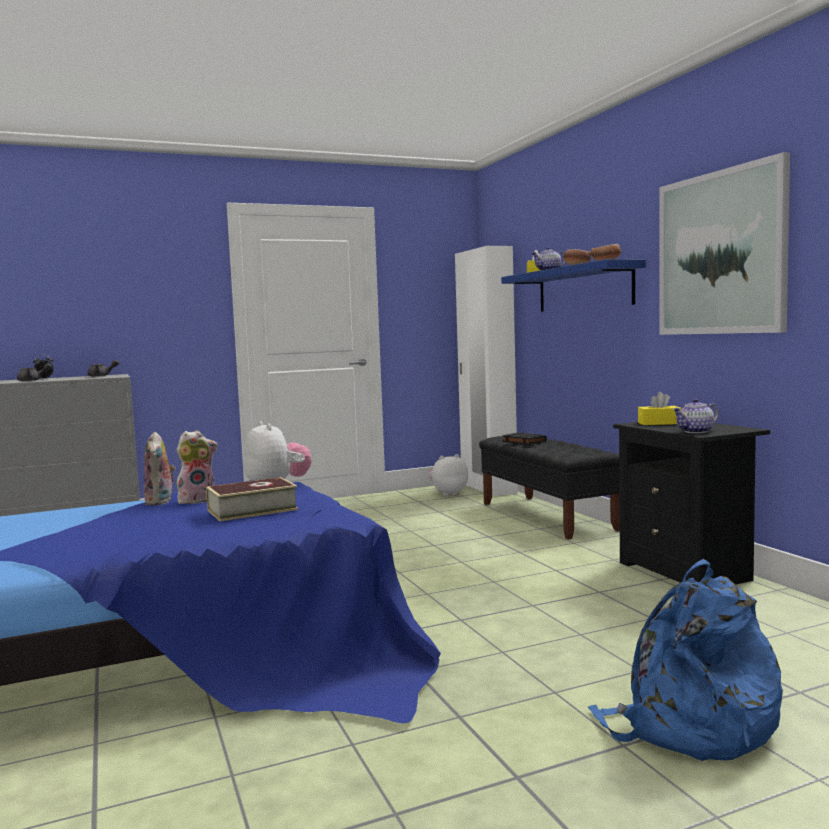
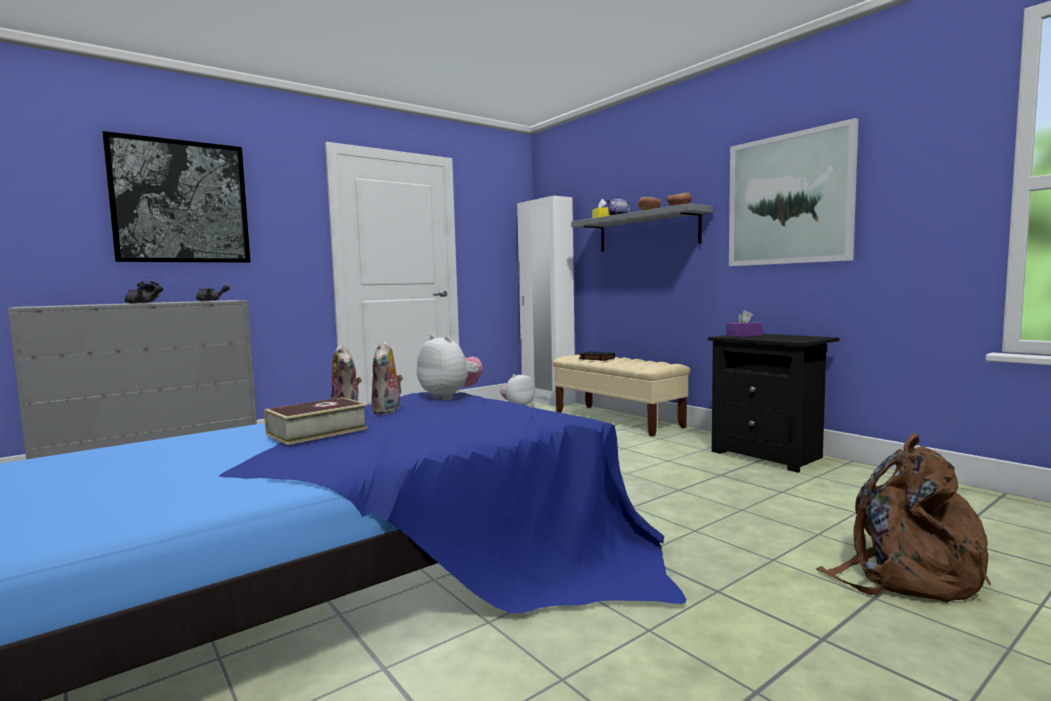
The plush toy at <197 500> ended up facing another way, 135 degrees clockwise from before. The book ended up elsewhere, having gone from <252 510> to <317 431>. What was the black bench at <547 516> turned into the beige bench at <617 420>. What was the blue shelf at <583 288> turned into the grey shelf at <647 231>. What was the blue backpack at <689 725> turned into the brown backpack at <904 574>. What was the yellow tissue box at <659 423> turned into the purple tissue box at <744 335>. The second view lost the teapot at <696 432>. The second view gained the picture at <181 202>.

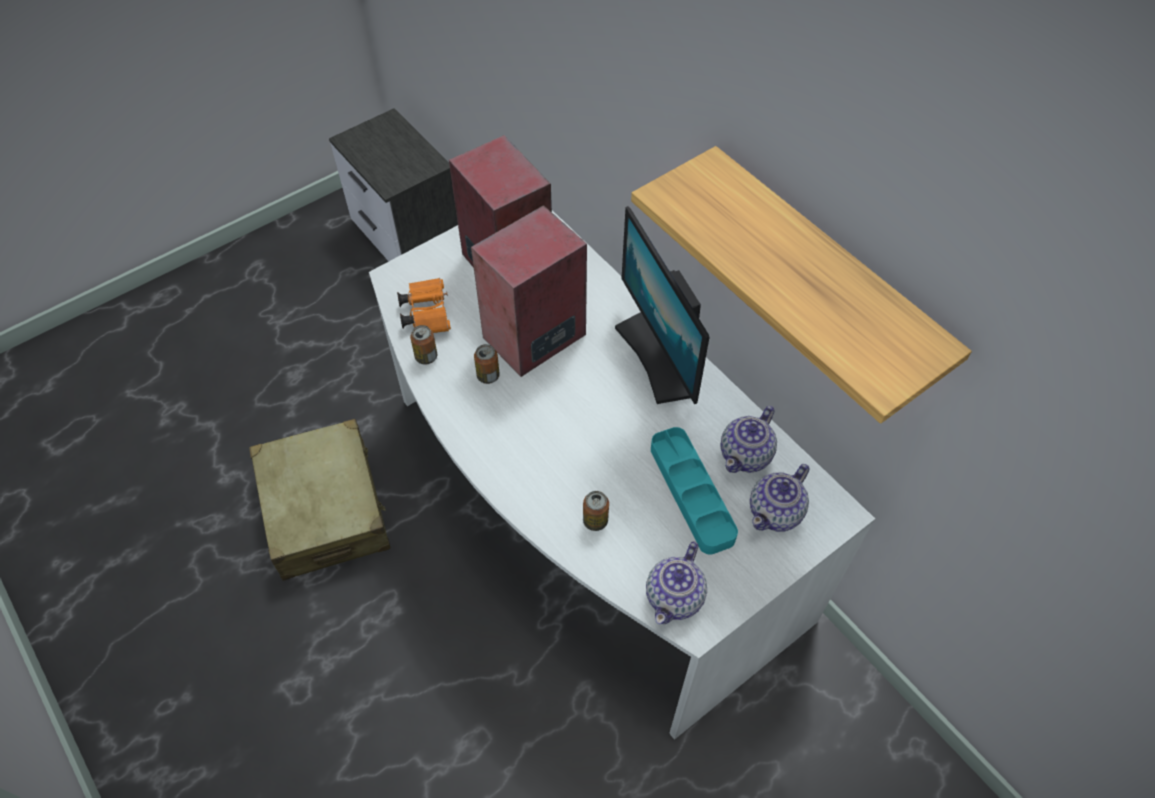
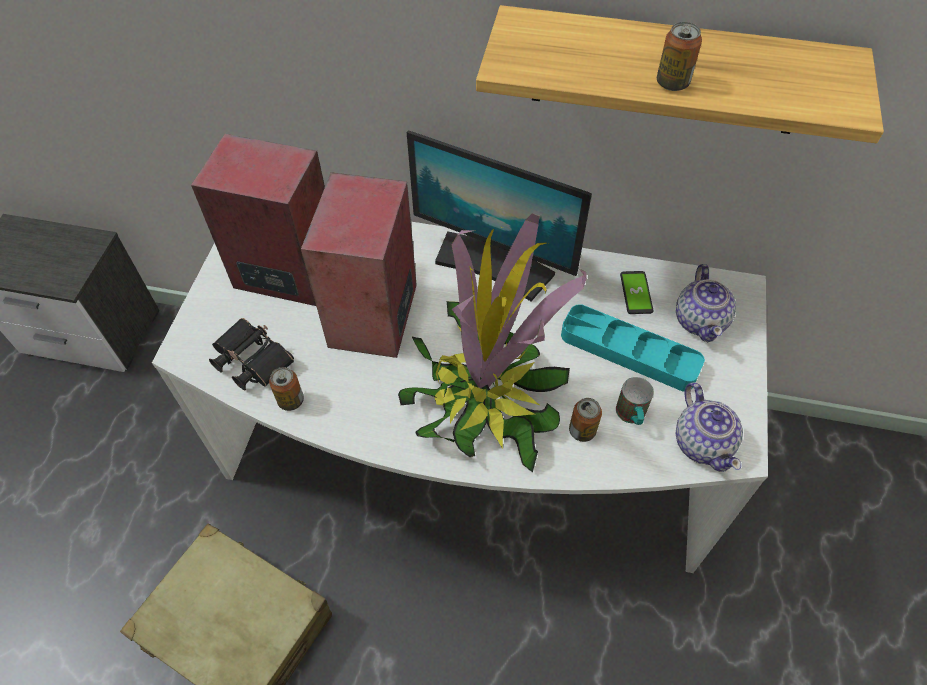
What was the orange binoculars at <426 313> turned into the black binoculars at <251 361>. The can ended up elsewhere, having gone from <488 376> to <672 83>. Where the teapot stood at <746 454>, the phone came to stand at <636 293>. The second view gained the potted plant at <485 397>. The second view gained the mug at <631 416>.

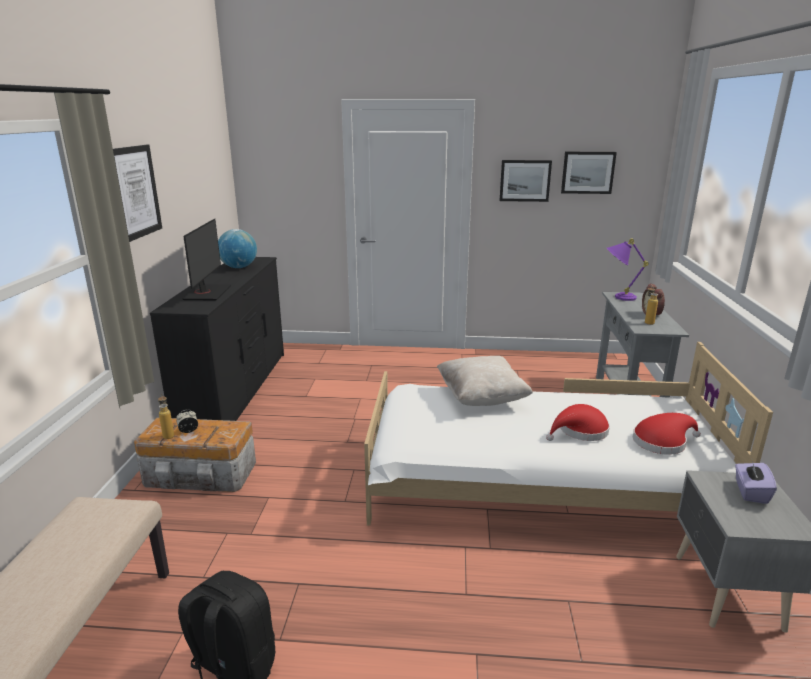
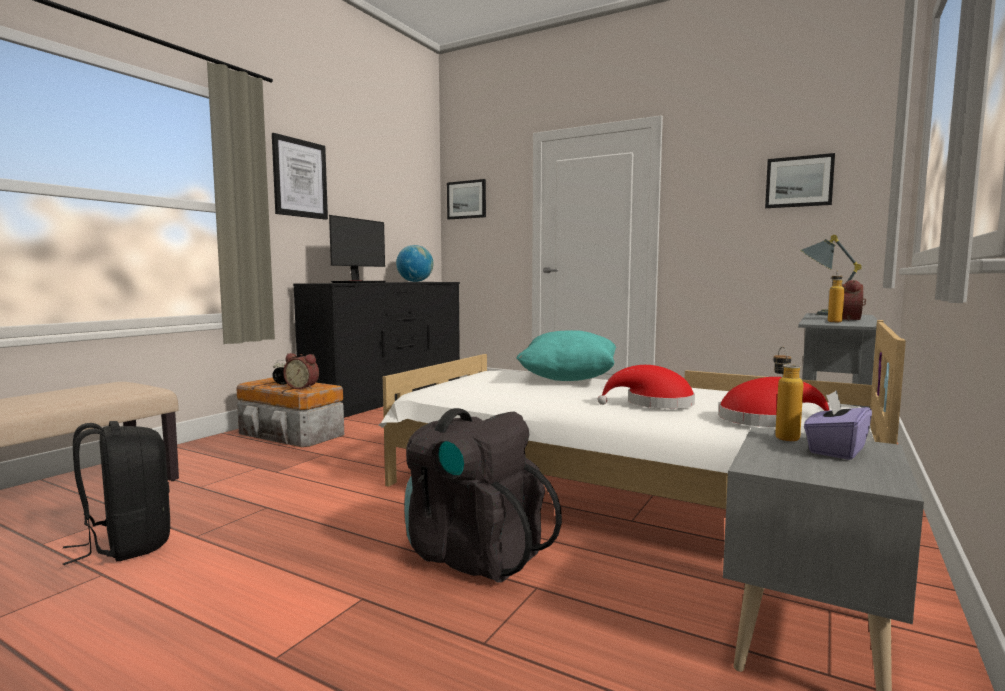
The bottle ended up elsewhere, having gone from <168 434> to <782 436>. What was the beige pillow at <481 398> turned into the turquoise pillow at <568 379>. The picture ended up elsewhere, having gone from <525 180> to <466 199>. What was the purple table lamp at <617 297> turned into the grey table lamp at <820 314>. The second view gained the alarm clock at <303 387>. The second view gained the black backpack at <473 554>.

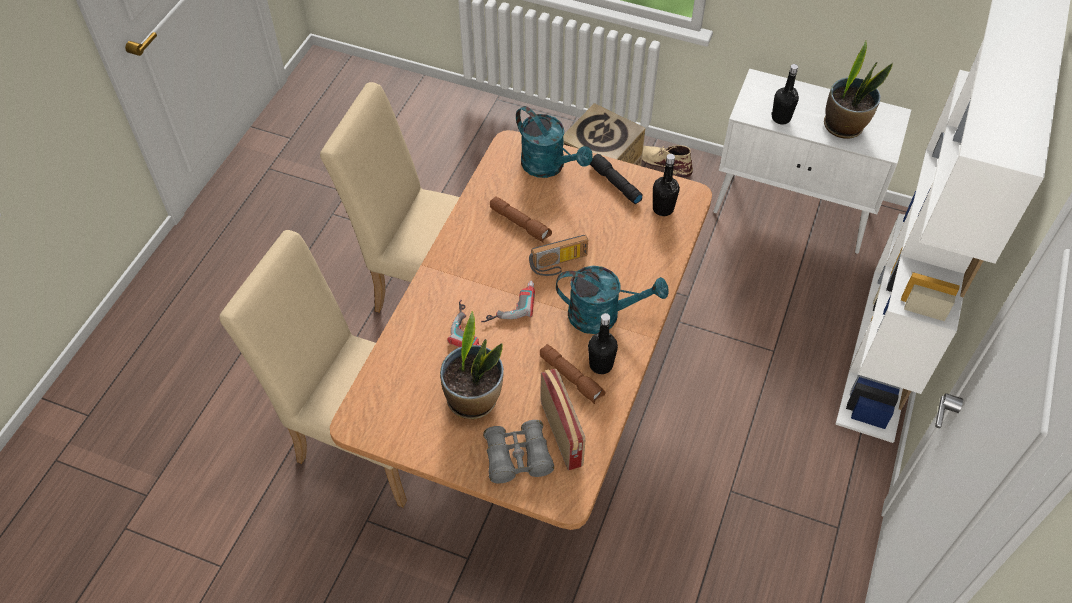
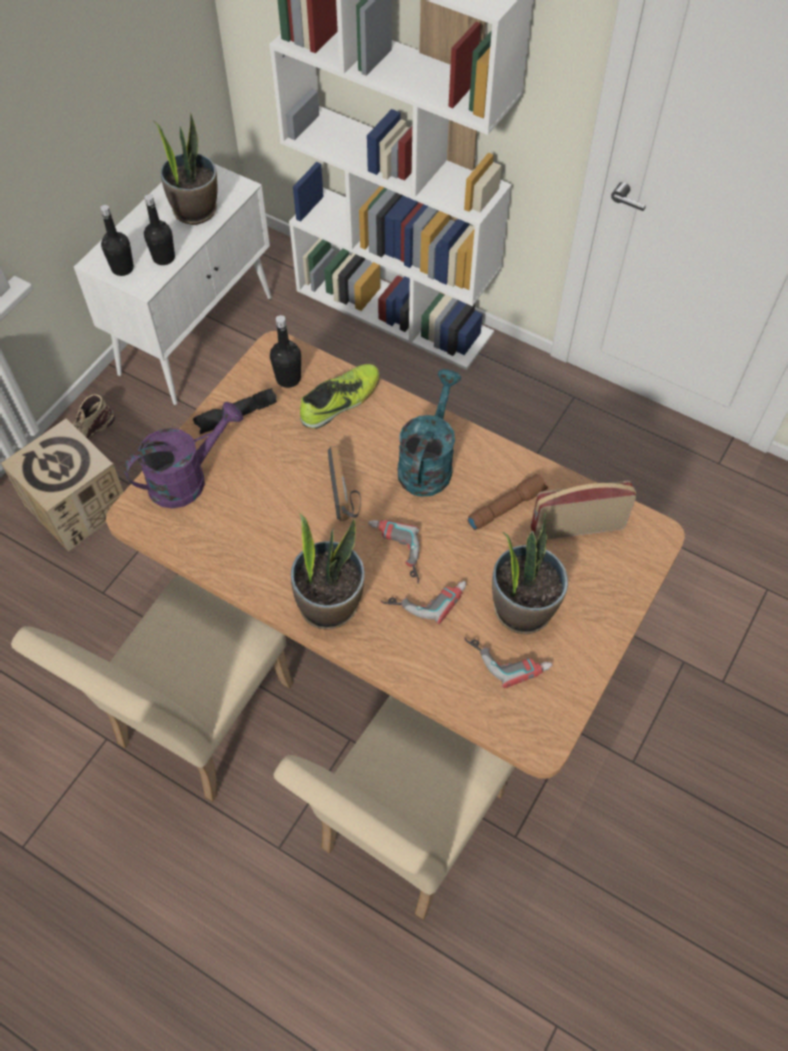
The second view lost the grey binoculars at <517 457>. The second view lost the brown flashlight at <520 223>. What was the turquoise watering can at <549 166> turned into the purple watering can at <187 478>. The black bottle ended up elsewhere, having gone from <601 365> to <122 268>. The second view gained the potted plant at <329 603>. The second view gained the shoe at <341 401>. The second view gained the power drill at <508 655>.

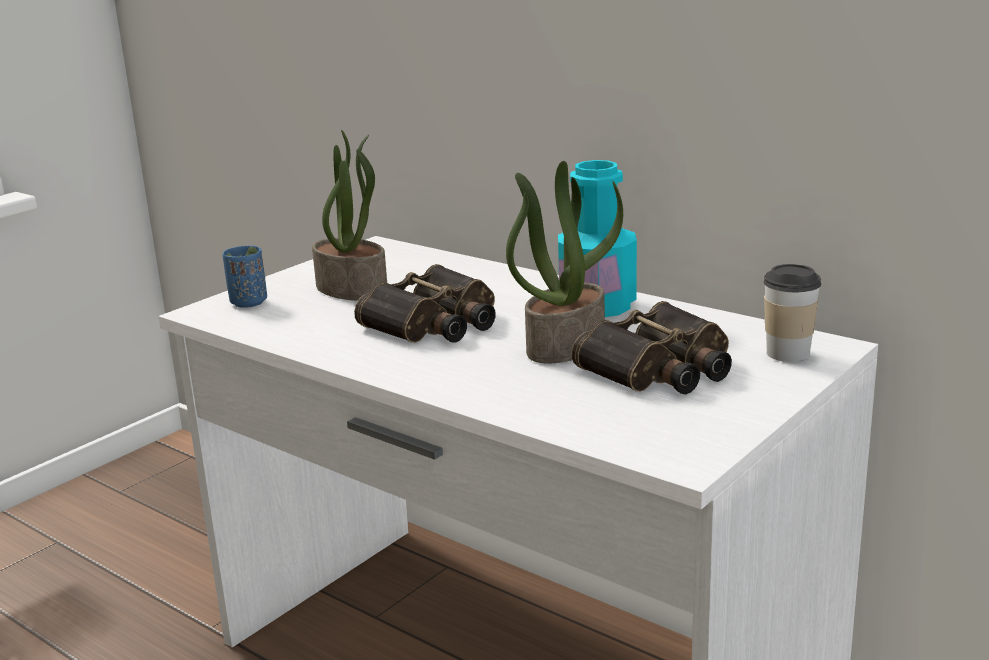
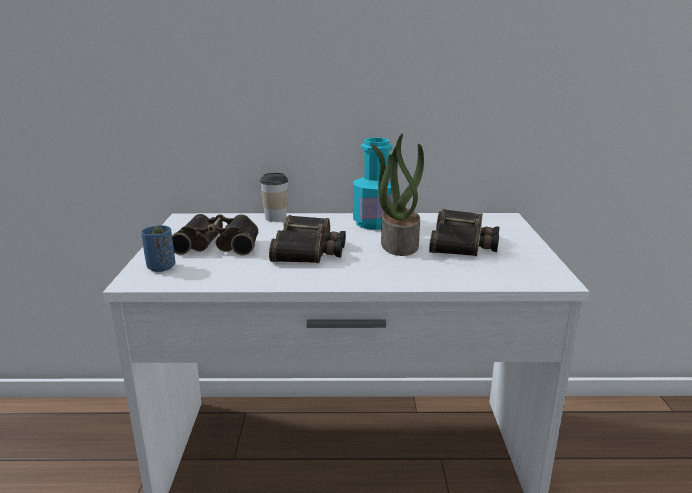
Where the potted plant stood at <353 289>, the binoculars came to stand at <219 244>. The cup ended up elsewhere, having gone from <788 353> to <275 218>.

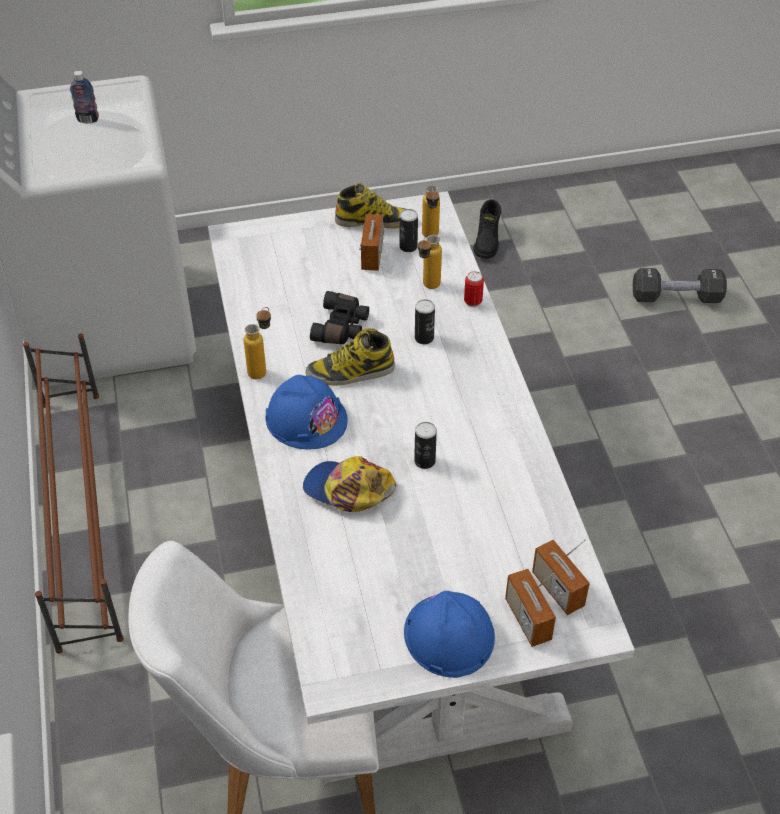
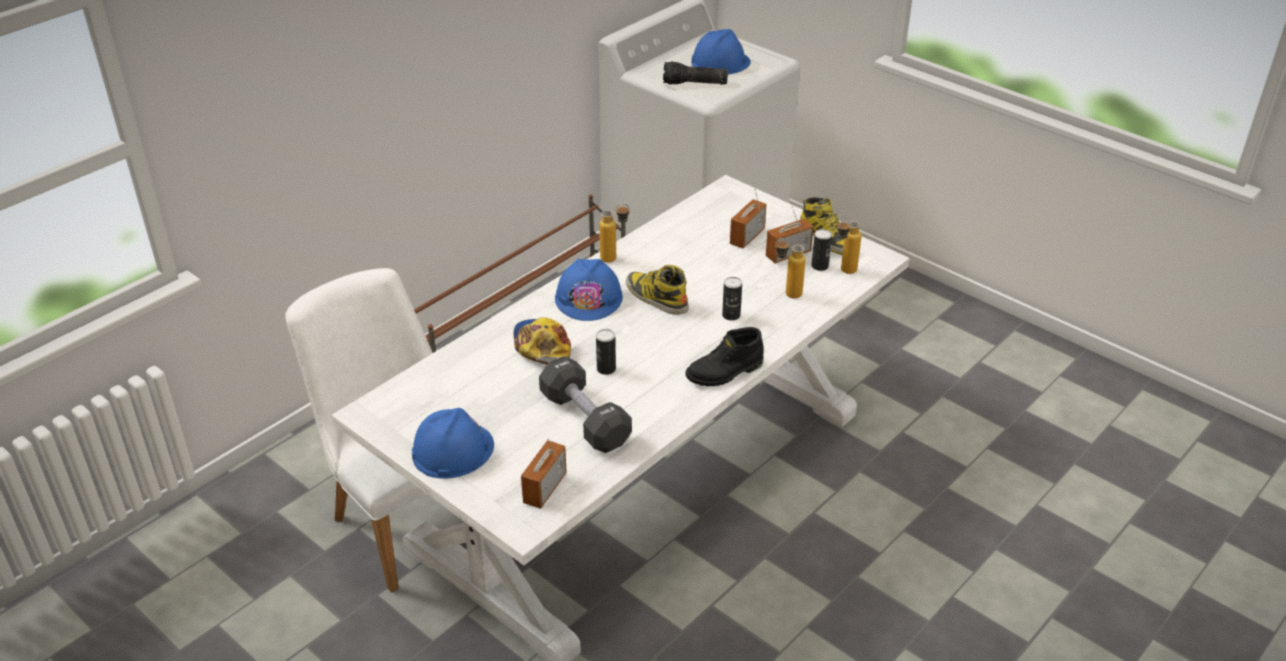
Where the bottle stood at <88 119>, the blue hard hat came to stand at <720 62>. The second view lost the black binoculars at <342 327>. The second view lost the can at <473 302>. The black boot ended up elsewhere, having gone from <487 241> to <725 373>. The radio ended up elsewhere, having gone from <527 619> to <747 237>. The black dumbbell ended up elsewhere, having gone from <676 297> to <585 419>. The second view gained the flashlight at <694 84>.

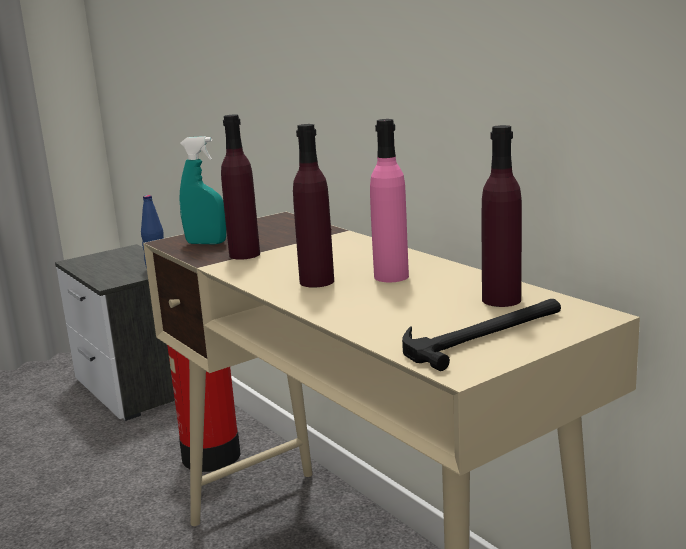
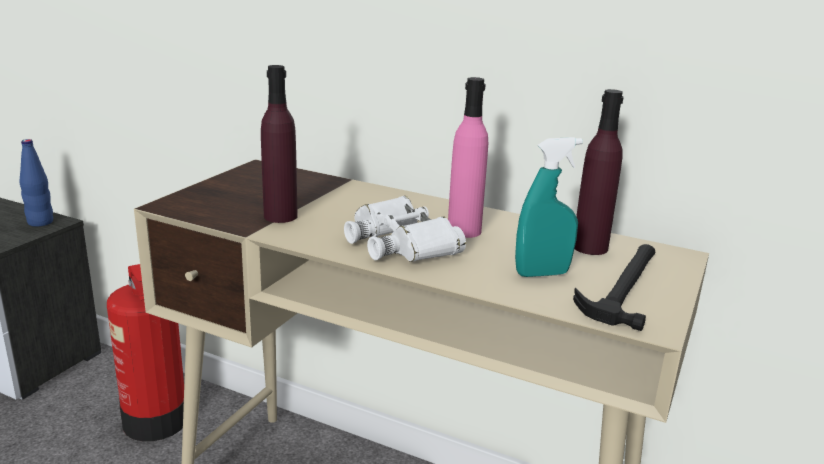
The turquoise spray bottle ended up elsewhere, having gone from <206 243> to <542 273>. Where the purple bottle stood at <317 281>, the white binoculars came to stand at <400 243>.

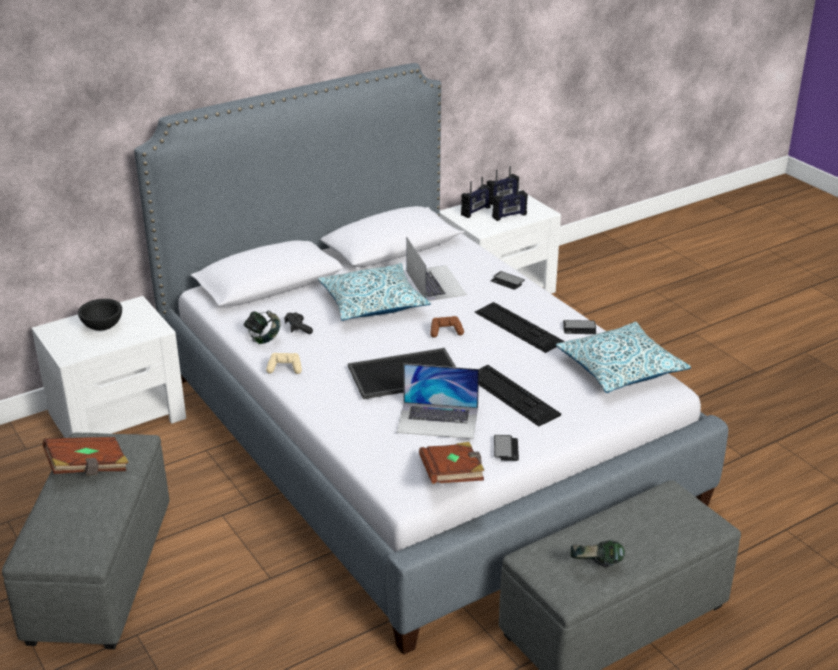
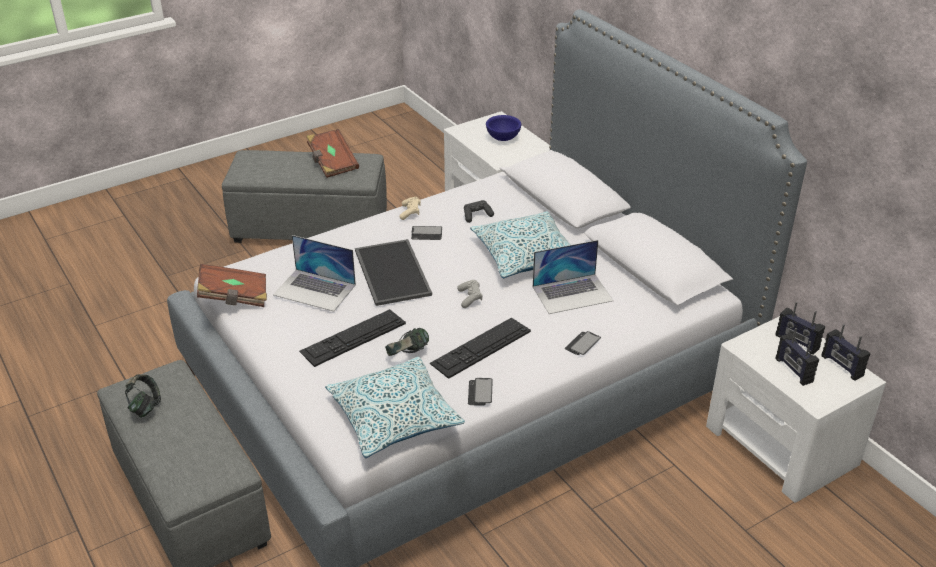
What was the black bowl at <103 326> turned into the blue bowl at <503 138>. The headphones ended up elsewhere, having gone from <263 338> to <408 355>. The laptop at <438 420> ended up facing another way, 75 degrees counterclockwise from before. What was the brown game controller at <446 332> turned into the grey game controller at <470 298>. The phone ended up elsewhere, having gone from <506 449> to <426 234>.

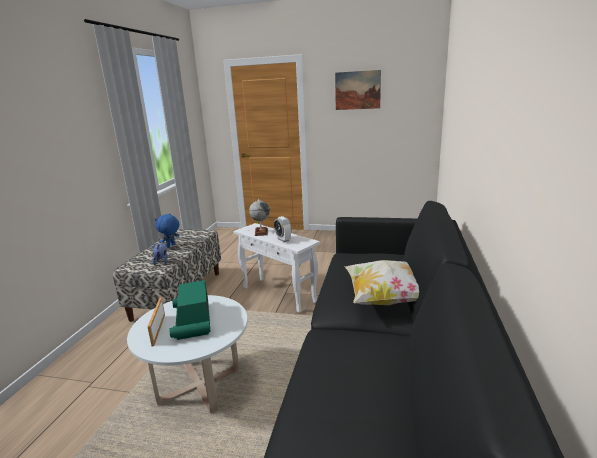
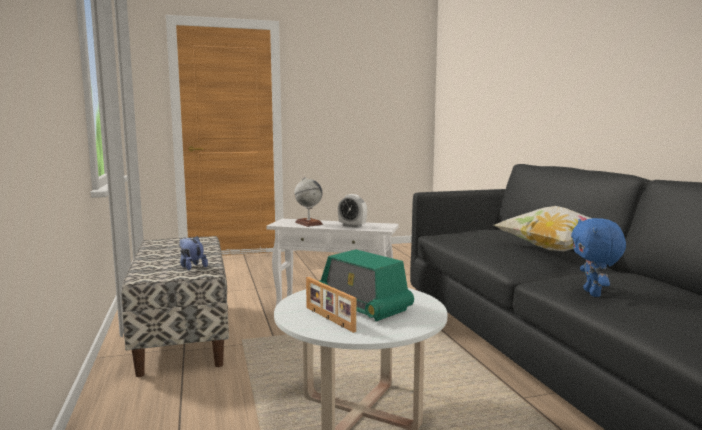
The blue plush toy ended up elsewhere, having gone from <171 246> to <593 293>. The second view lost the picture at <357 90>.

